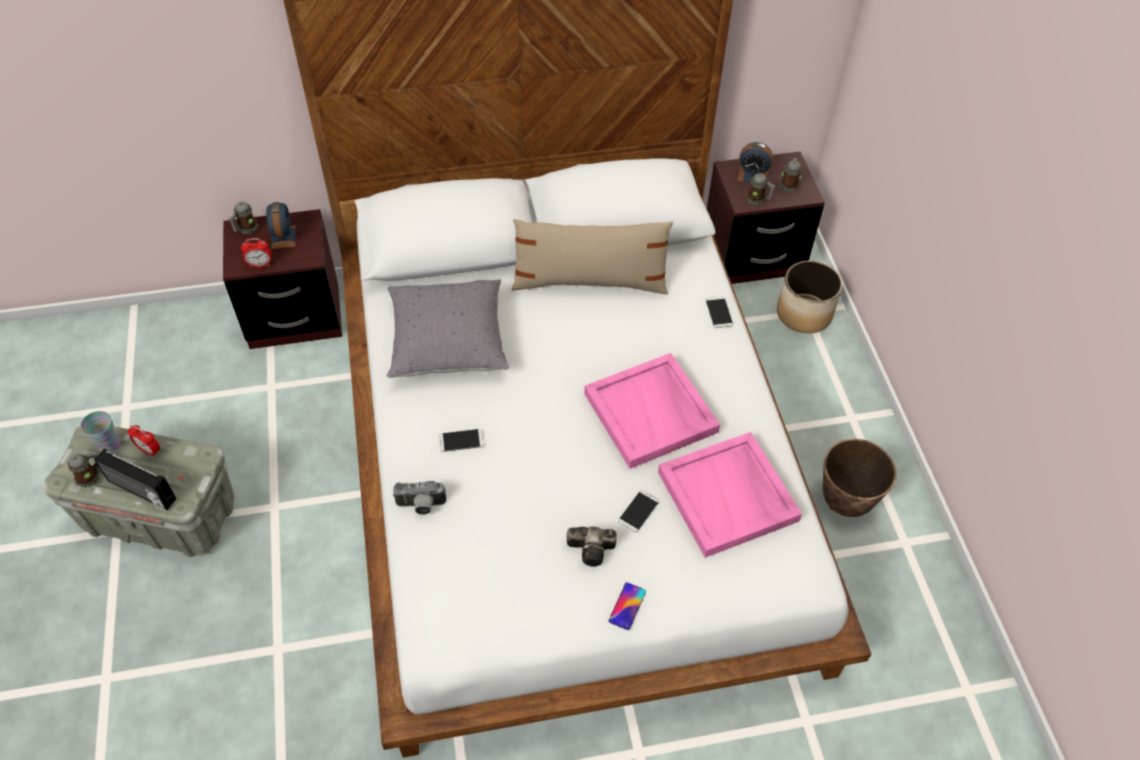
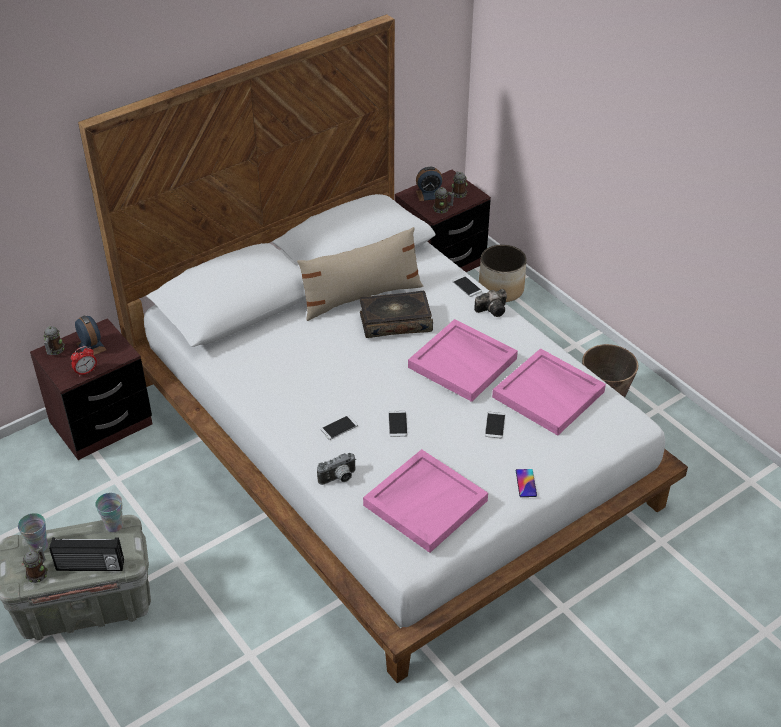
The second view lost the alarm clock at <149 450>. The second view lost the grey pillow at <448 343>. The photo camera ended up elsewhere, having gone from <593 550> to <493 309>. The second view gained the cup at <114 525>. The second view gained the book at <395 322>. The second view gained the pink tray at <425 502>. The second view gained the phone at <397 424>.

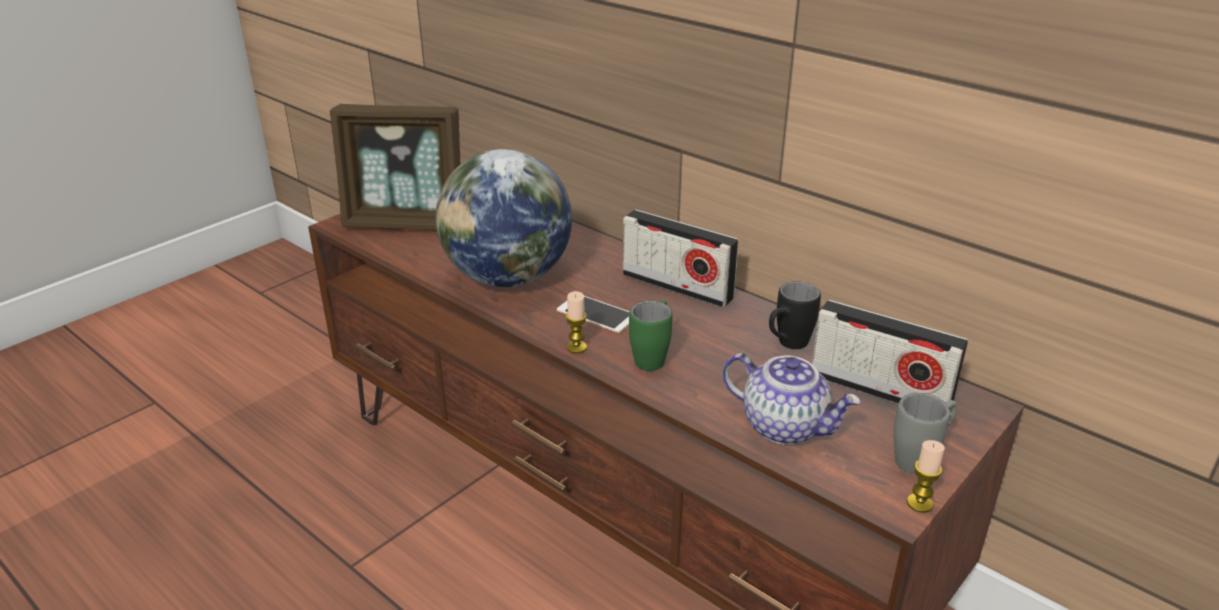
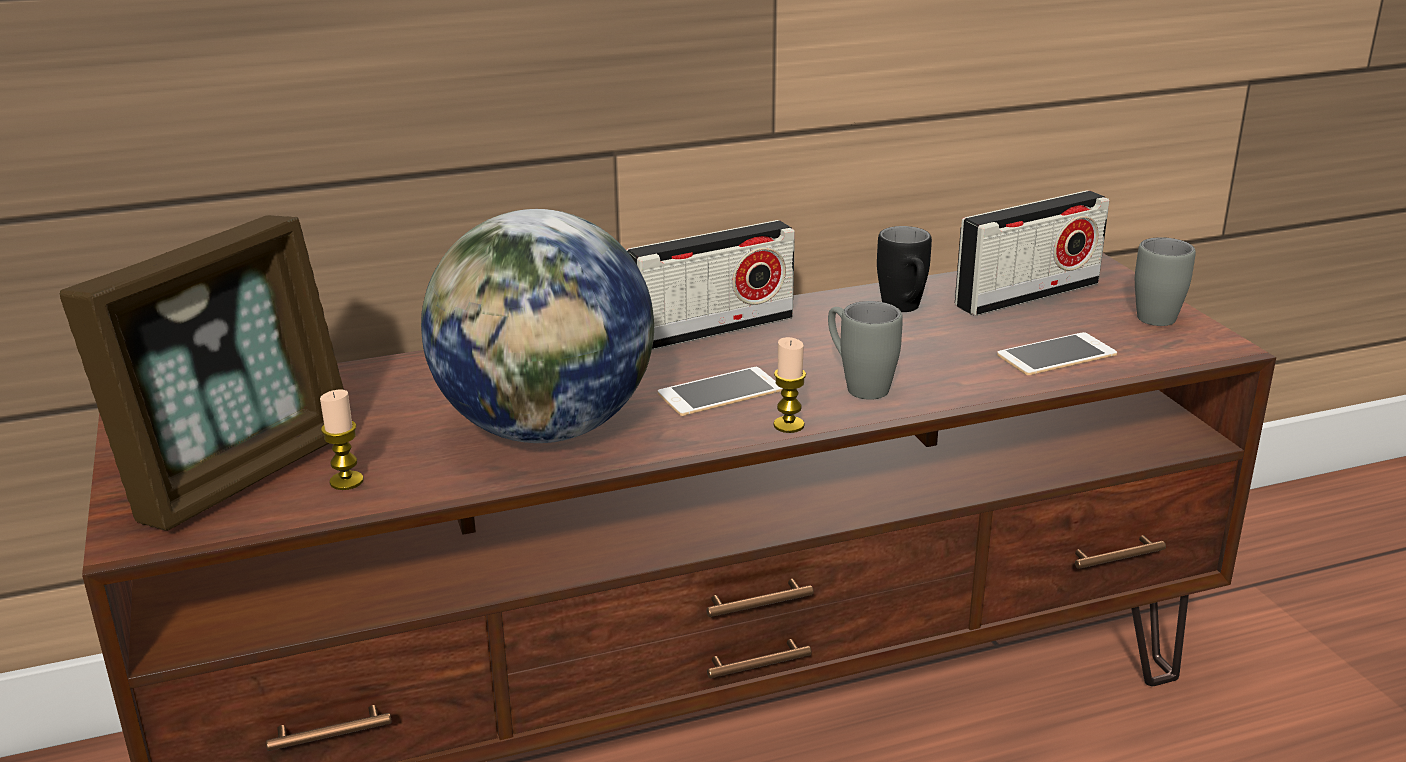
What was the green mug at <653 357> turned into the grey mug at <857 385>. Where the teapot stood at <785 426>, the phone came to stand at <1056 355>. The candle ended up elsewhere, having gone from <919 503> to <346 481>.

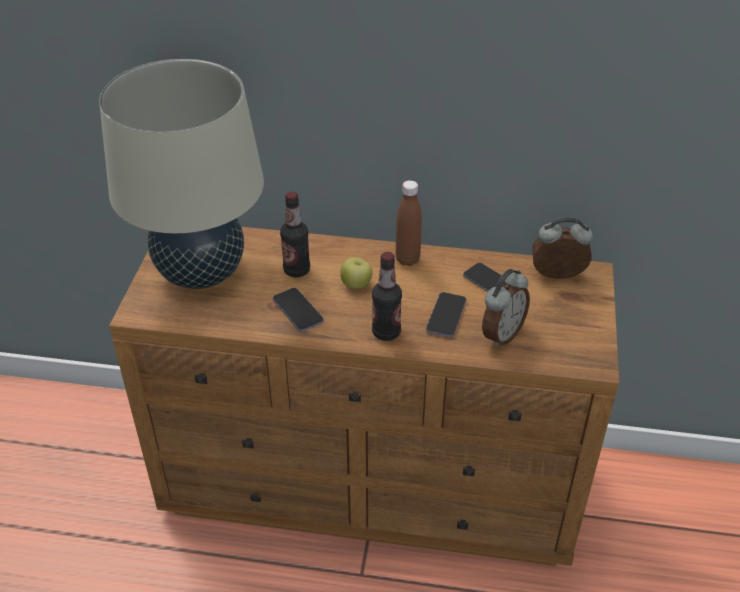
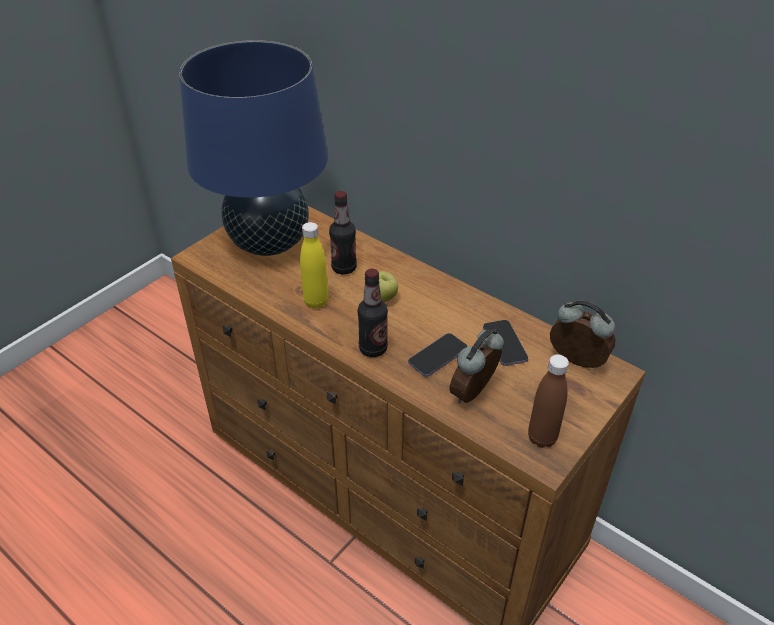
What was the beige table lamp at <201 273> turned into the blue table lamp at <269 243>. Where the phone stood at <298 311>, the yellow bottle came to stand at <316 302>. The brown bottle ended up elsewhere, having gone from <407 259> to <542 438>. The alarm clock at <501 334> ended up facing another way, 150 degrees clockwise from before.

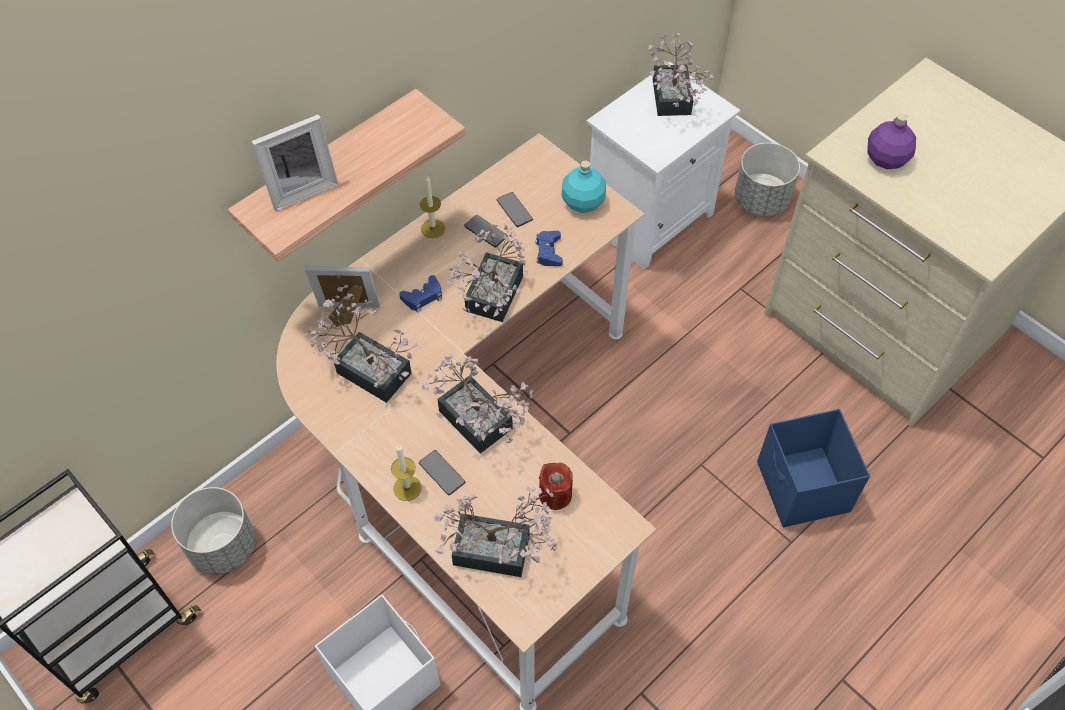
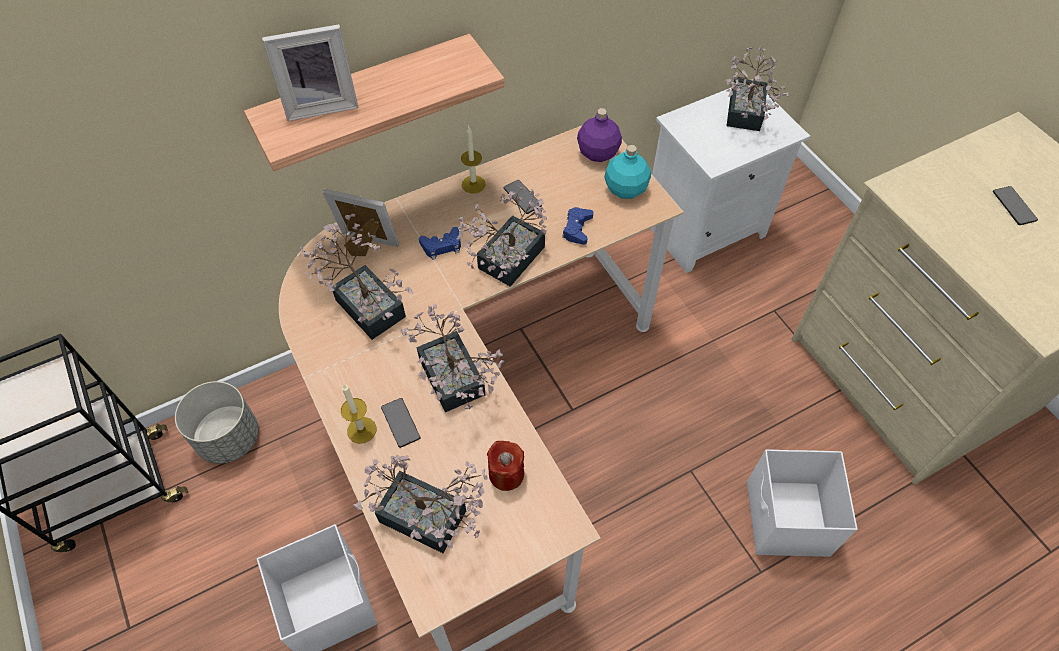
The phone ended up elsewhere, having gone from <514 210> to <1014 206>. The second view lost the grey planter at <761 200>. What was the blue storage box at <802 488> turned into the white storage box at <786 520>. The purple bottle ended up elsewhere, having gone from <885 158> to <597 152>.

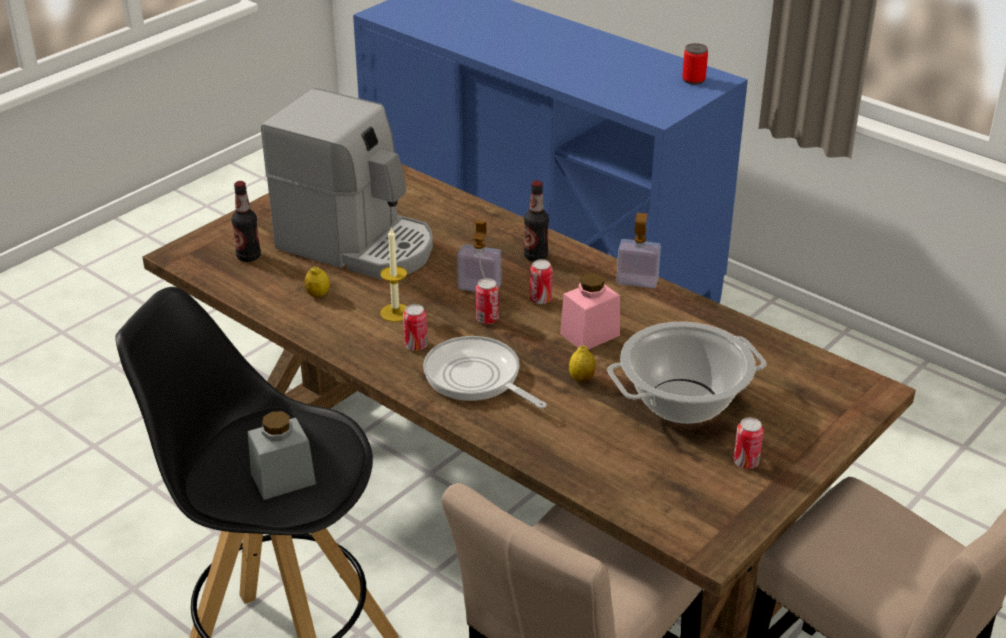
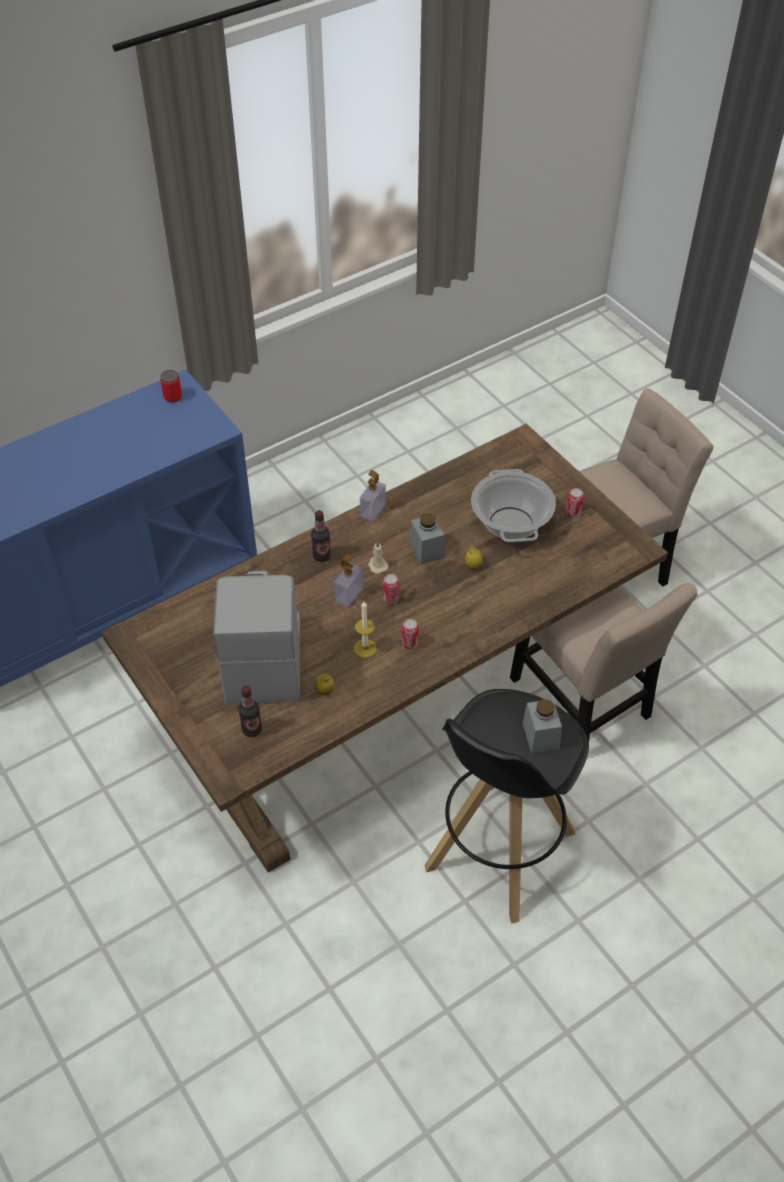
The coffee machine at <358 245> ended up facing another way, 45 degrees counterclockwise from before. The second view lost the frying pan at <476 378>. Where the can stood at <540 299>, the beige candle came to stand at <377 565>. What was the pink jar at <590 334> turned into the grey jar at <427 550>.

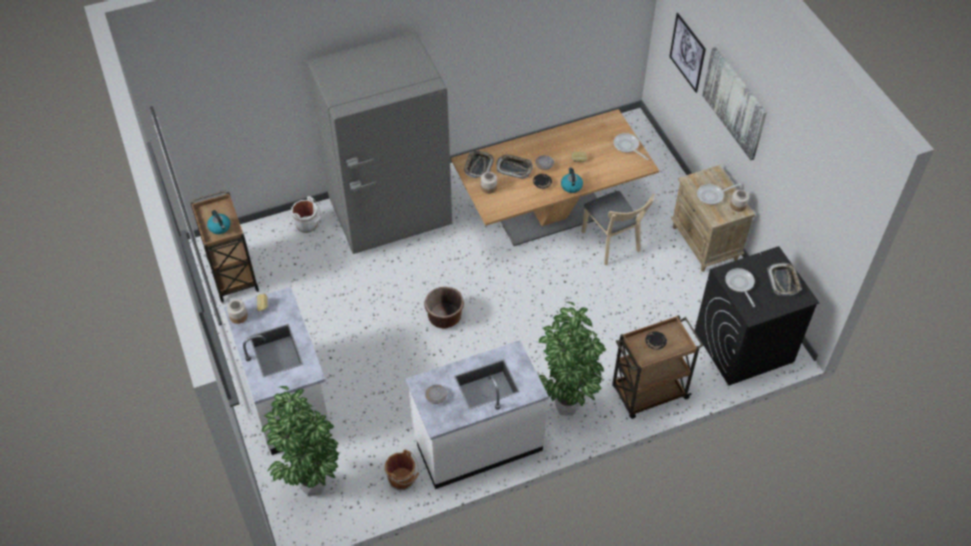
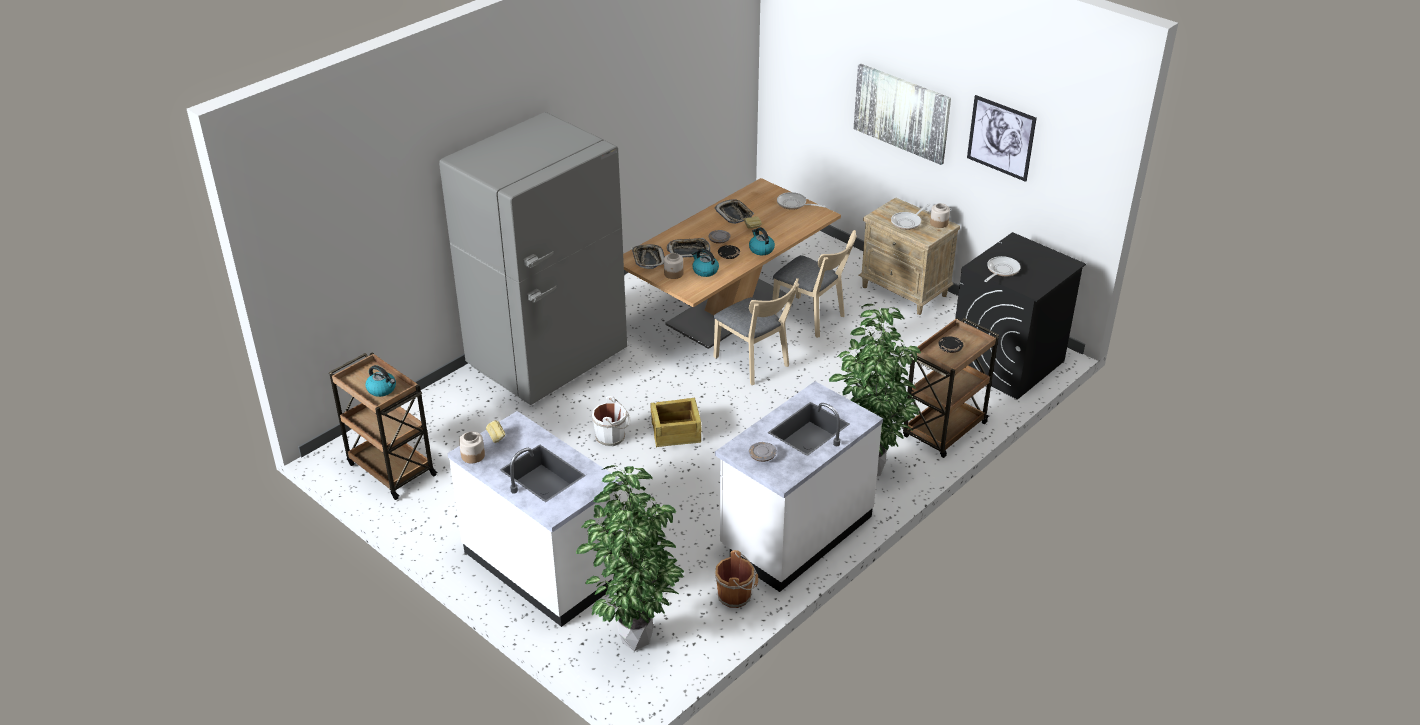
The white bucket ended up elsewhere, having gone from <308 225> to <612 437>. Where the brown planter stood at <444 317>, the crate came to stand at <676 433>. The picture ended up elsewhere, having gone from <687 52> to <1001 138>. The frying pan at <740 284> ended up facing another way, 75 degrees clockwise from before. The tray ended up elsewhere, having gone from <783 281> to <734 214>. The second view gained the kettle at <705 271>. The second view gained the beige chair at <755 364>.

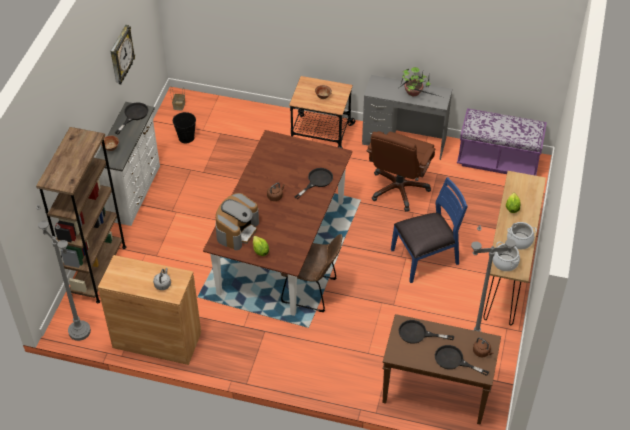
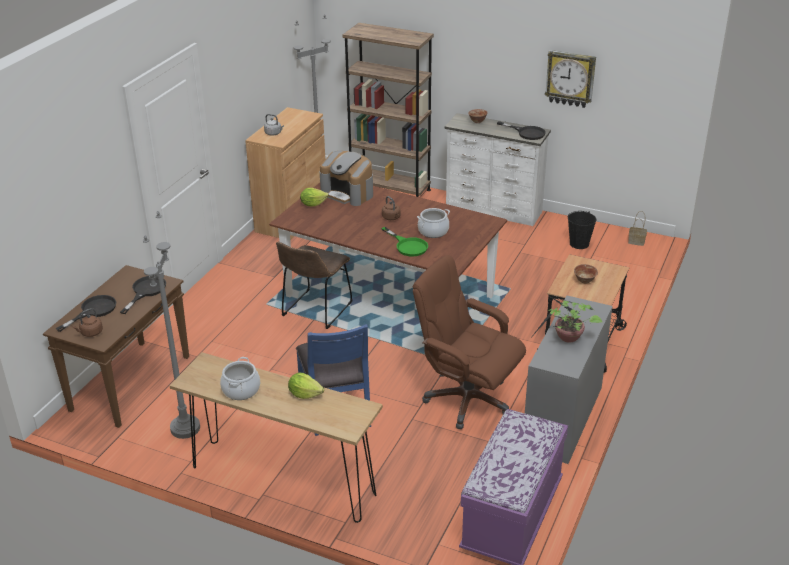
What was the black frying pan at <317 181> turned into the green frying pan at <408 246>. The cooking pot ended up elsewhere, having gone from <505 262> to <433 231>.

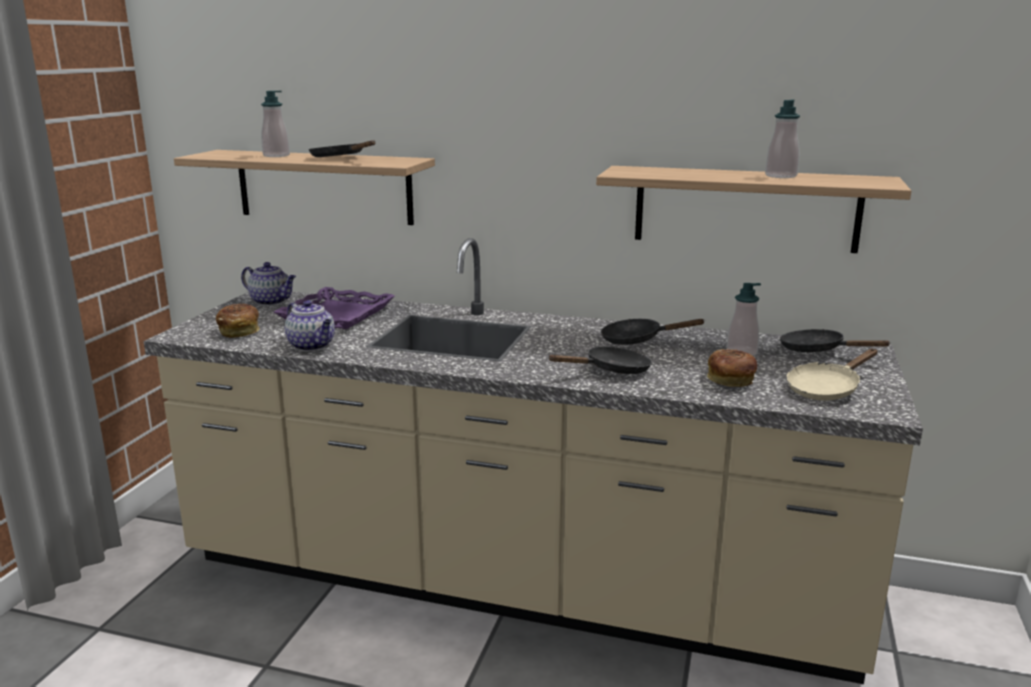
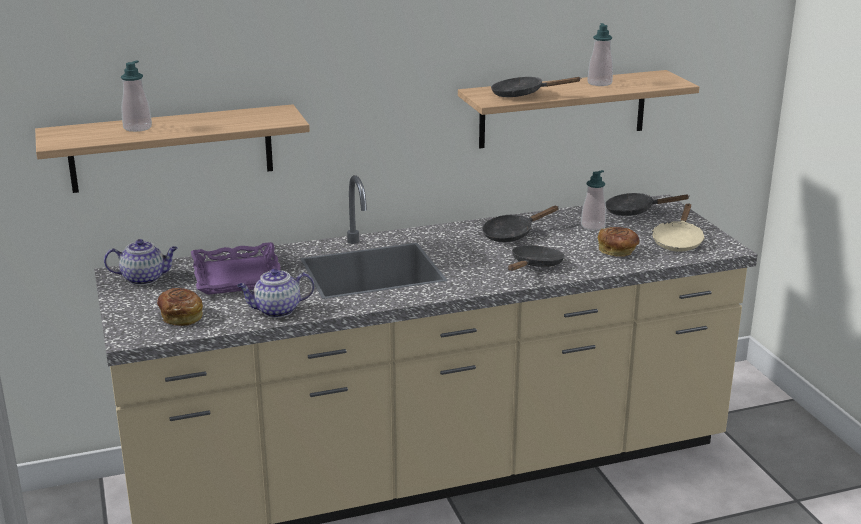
The teapot at <312 346> ended up facing another way, 150 degrees clockwise from before. The black frying pan ended up elsewhere, having gone from <341 158> to <523 94>.

